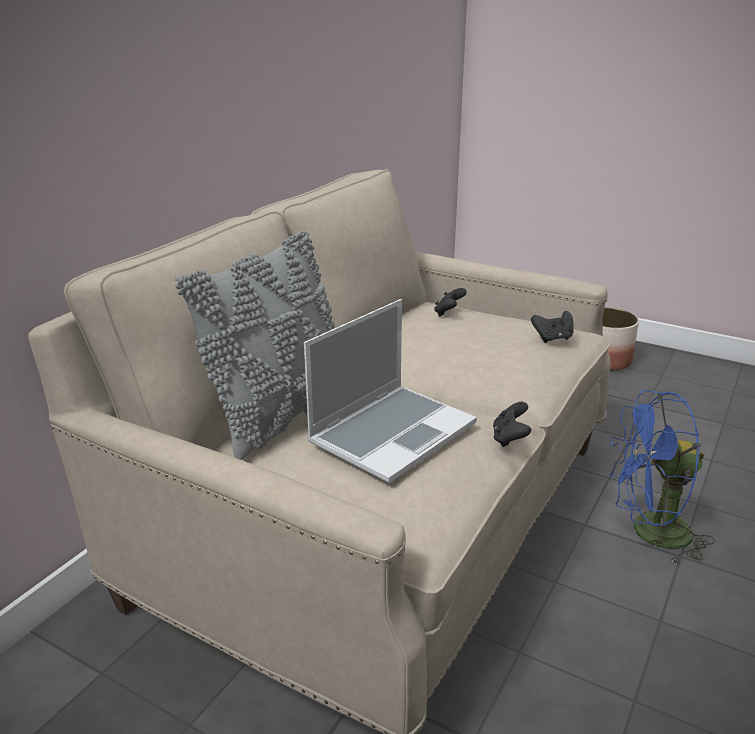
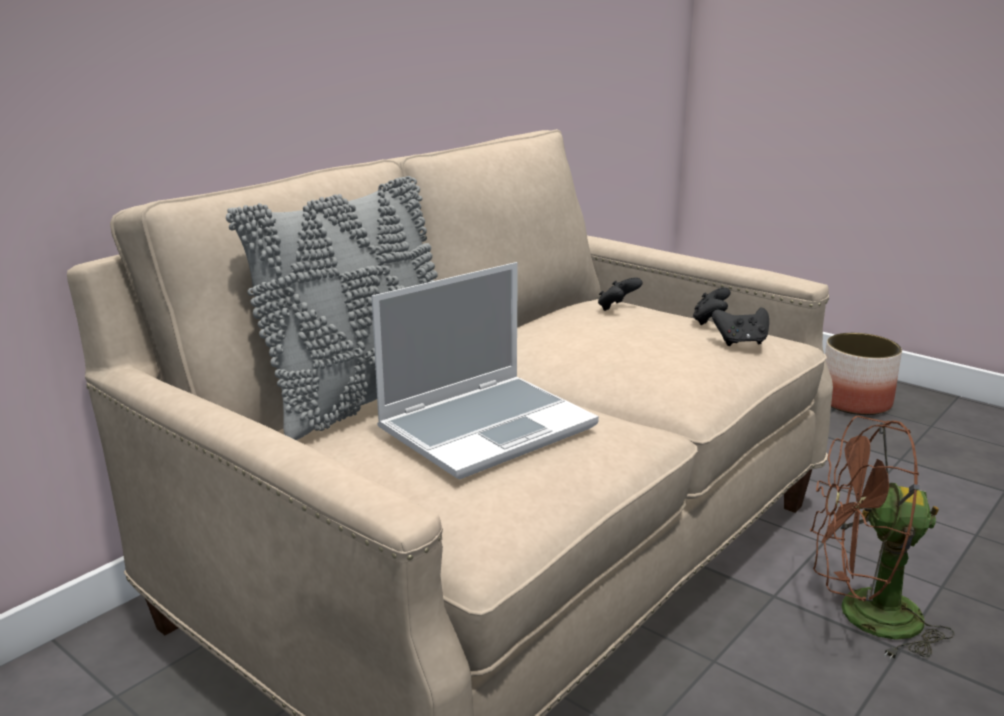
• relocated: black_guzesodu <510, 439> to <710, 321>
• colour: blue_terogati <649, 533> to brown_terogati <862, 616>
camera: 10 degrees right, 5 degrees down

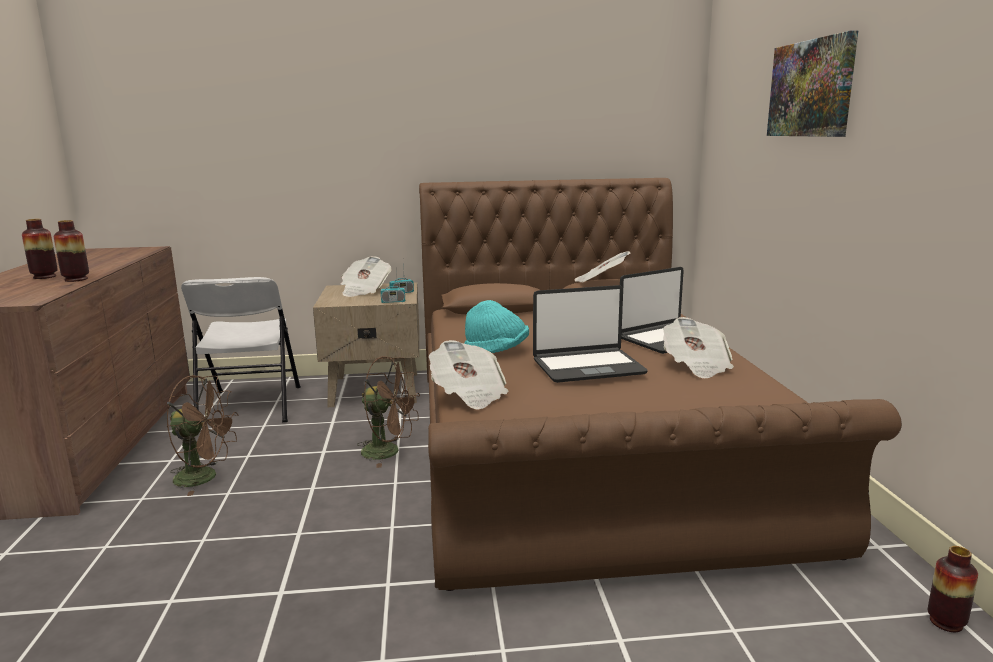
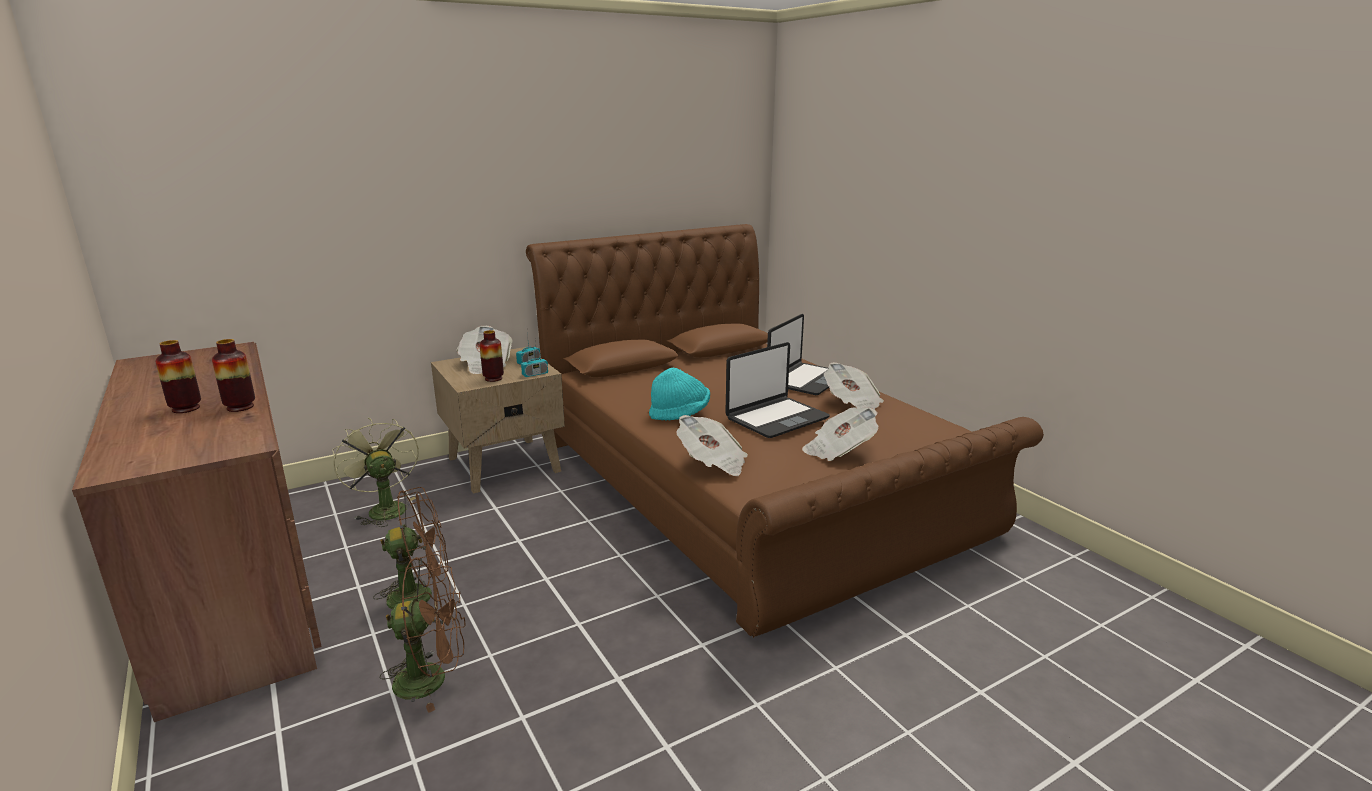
• missing: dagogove <811, 89>
• relocated: brown_terogati <389, 452> to <432, 679>
• relocated: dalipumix <600, 282> to <838, 451>
• relocated: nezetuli <946, 622> to <493, 378>
• exchanged: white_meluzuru <250, 406> to green_terogati <383, 508>
camera: 25 degrees left, 5 degrees up

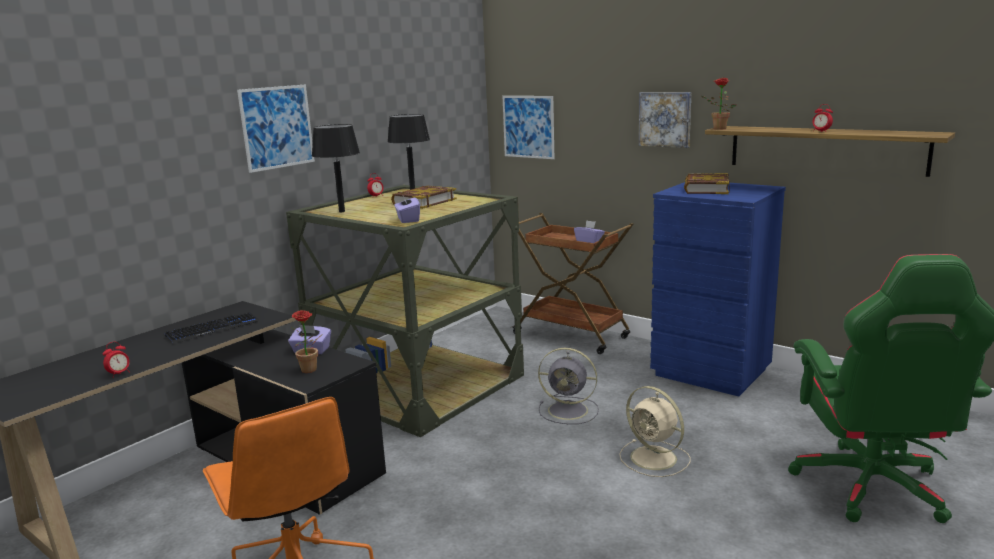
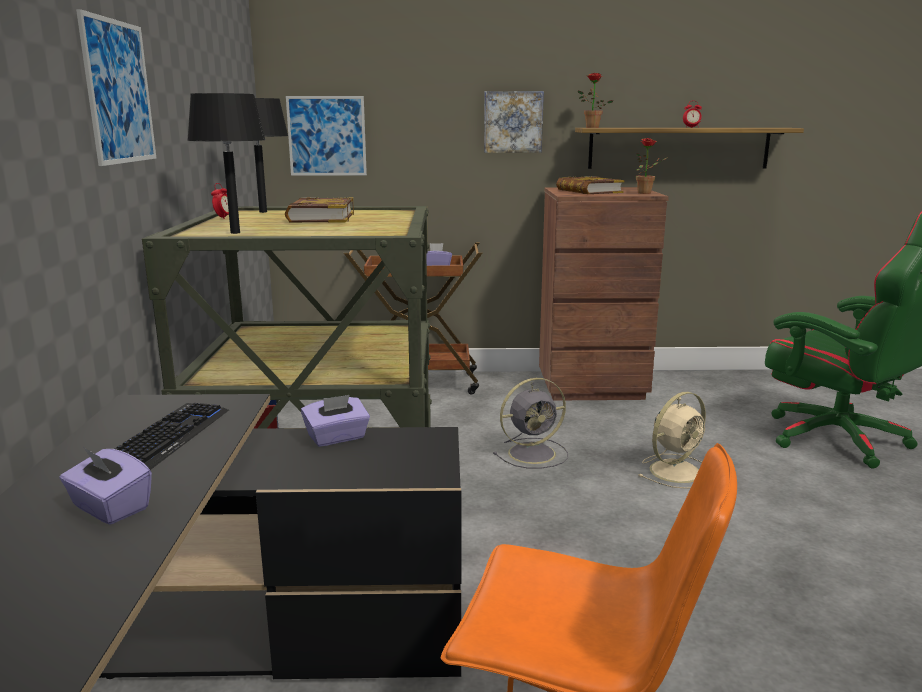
• missing: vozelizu <119, 374>
• relocated: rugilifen <310, 371> to <647, 193>
• relocated: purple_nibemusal <408, 220> to <109, 508>
• colour: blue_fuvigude <712, 372> to brown_fuvigude <592, 385>
• spun: beige_terogati <655, 459> = <676, 471> 45 degrees counterclockwise
camera: 40 degrees left, 0 degrees up

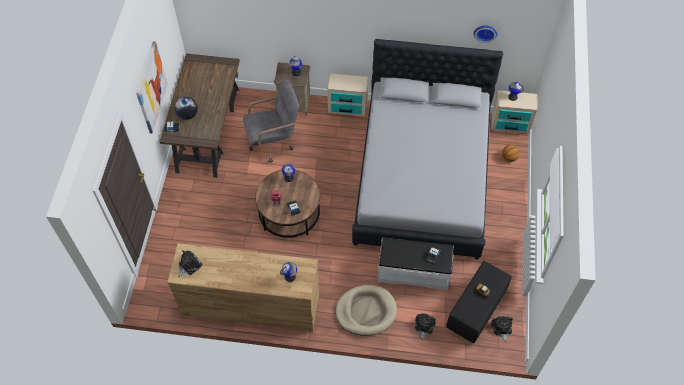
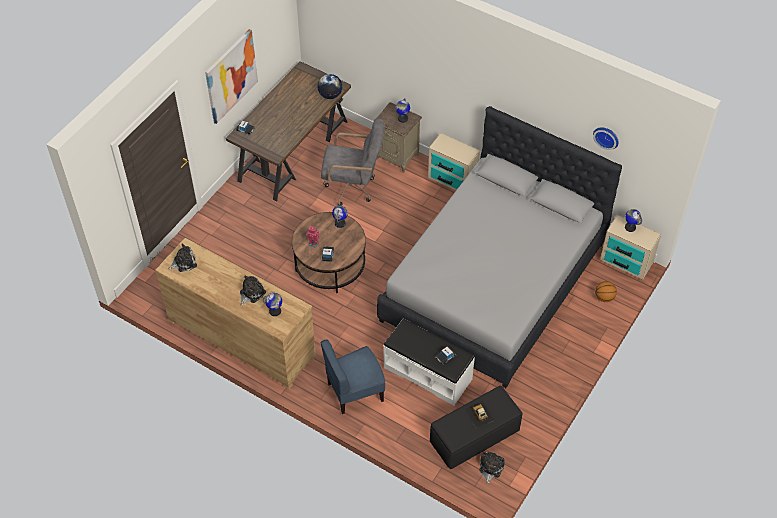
• relocated: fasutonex <187, 115> to <330, 95>
• relocated: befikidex <424, 326> to <251, 293>
• exchanged: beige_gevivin <366, 311> to blue_meluzuru <355, 391>
camera: 25 degrees right, 5 degrees down

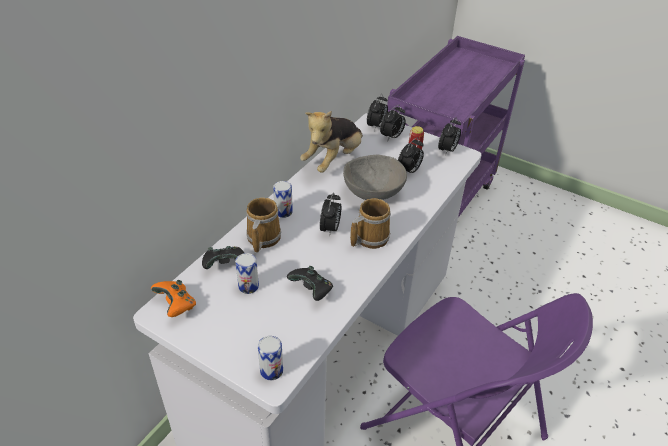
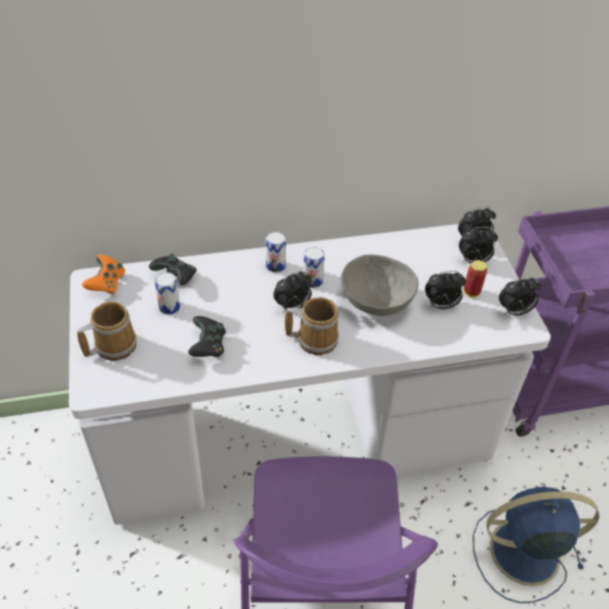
• missing: befikidex <333, 160>
• appeared: blue_terogati <521, 552>
• relocated: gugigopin <262, 238> to <112, 345>
• relocated: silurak <271, 370> to <312, 281>
camera: 45 degrees right, 5 degrees up

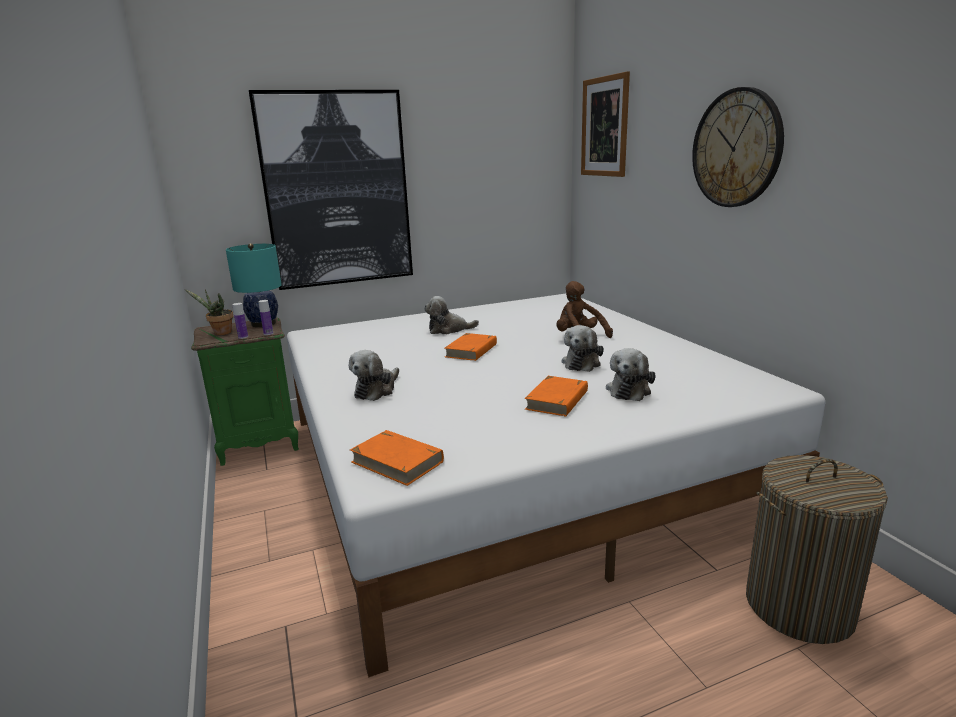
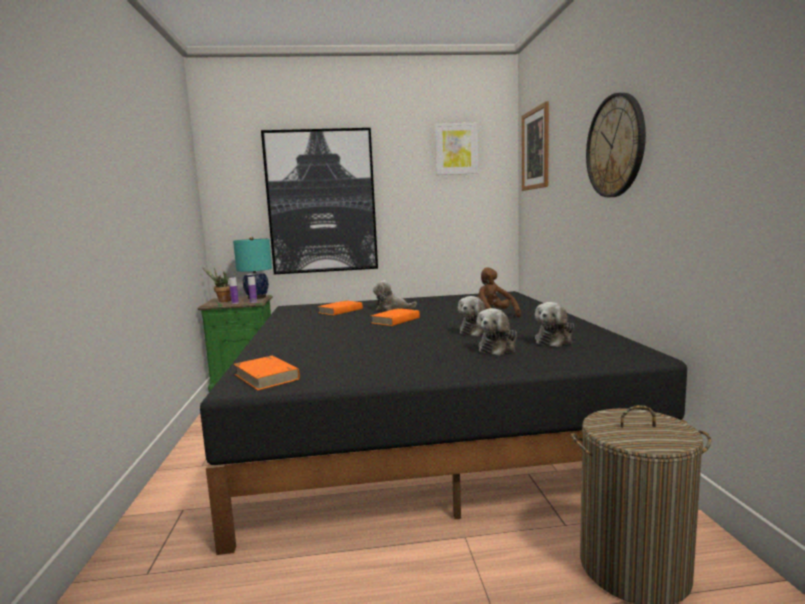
• appeared: dagogove <456, 149>
• relocated: befikidex <376, 390> to <555, 340>
• relocated: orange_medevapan <557, 400> to <340, 311>
• colour: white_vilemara <508, 465> to black_vilemara <423, 423>
camera: 15 degrees right, 10 degrees down

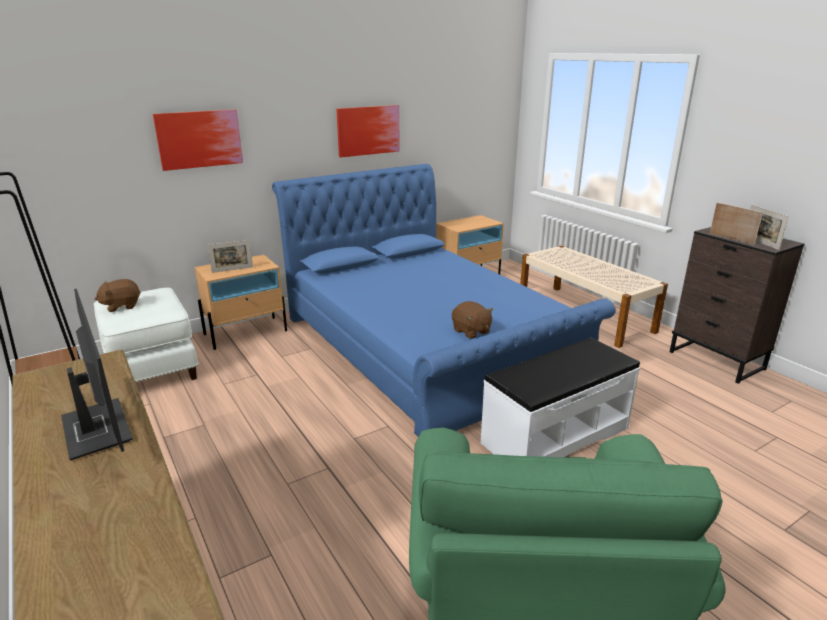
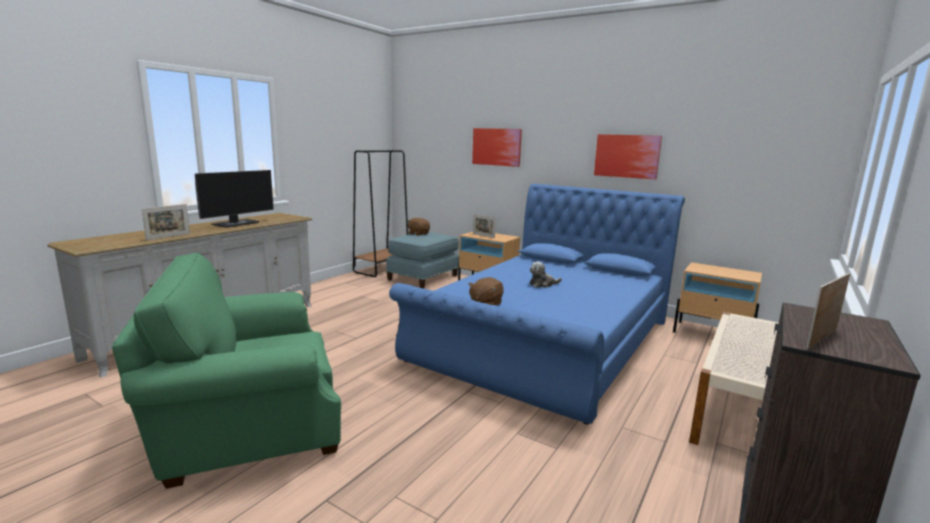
• missing: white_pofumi <554, 435>
• appeared: befikidex <543, 284>
• relocated: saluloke <731, 239> to <168, 237>
• colour: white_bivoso <152, 367> to blue_bivoso <424, 278>
camera: 65 degrees right, 10 degrees down

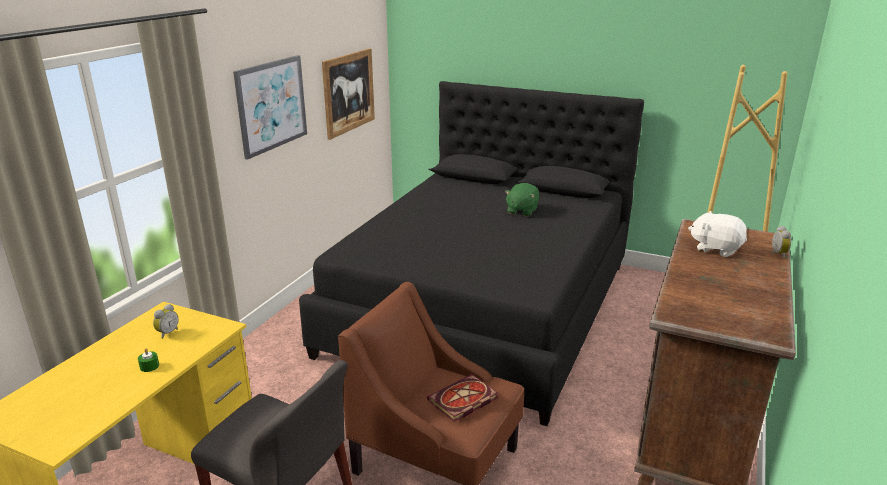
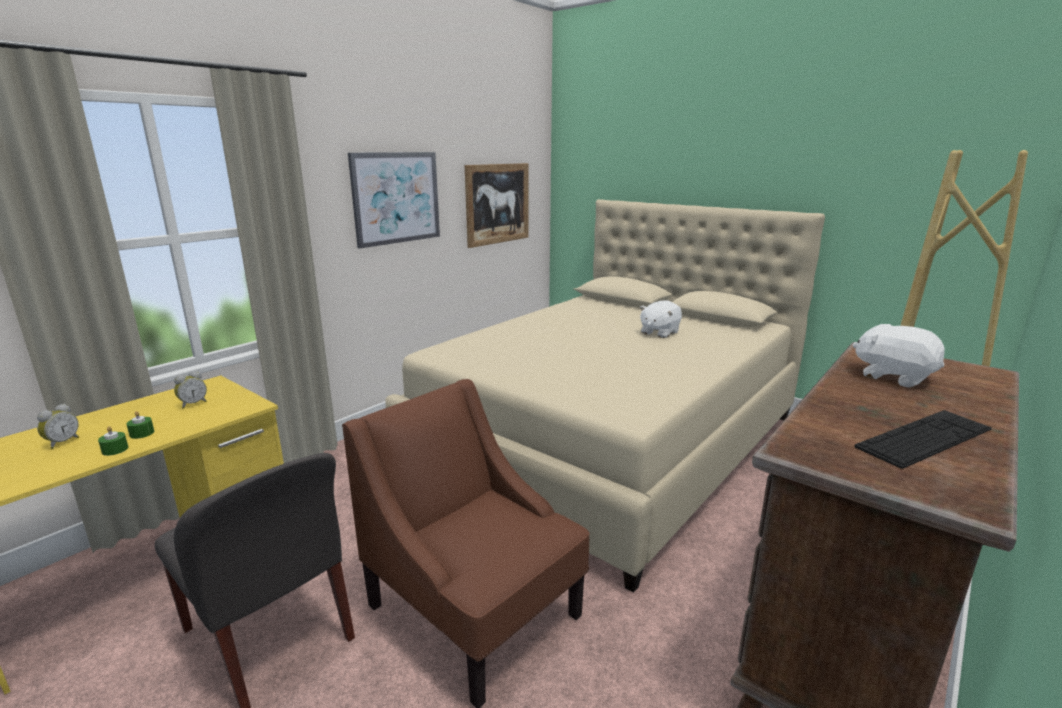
• missing: medevapan <462, 401>
• appeared: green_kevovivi <115, 450>
• appeared: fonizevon <924, 438>
• relocated: vozelizu <777, 254> to <62, 442>
• colour: black_vilemara <483, 307> to beige_vilemara <608, 440>
• colour: green_befikidex <521, 211> to white_befikidex <659, 332>
camera: 15 degrees right, 5 degrees down

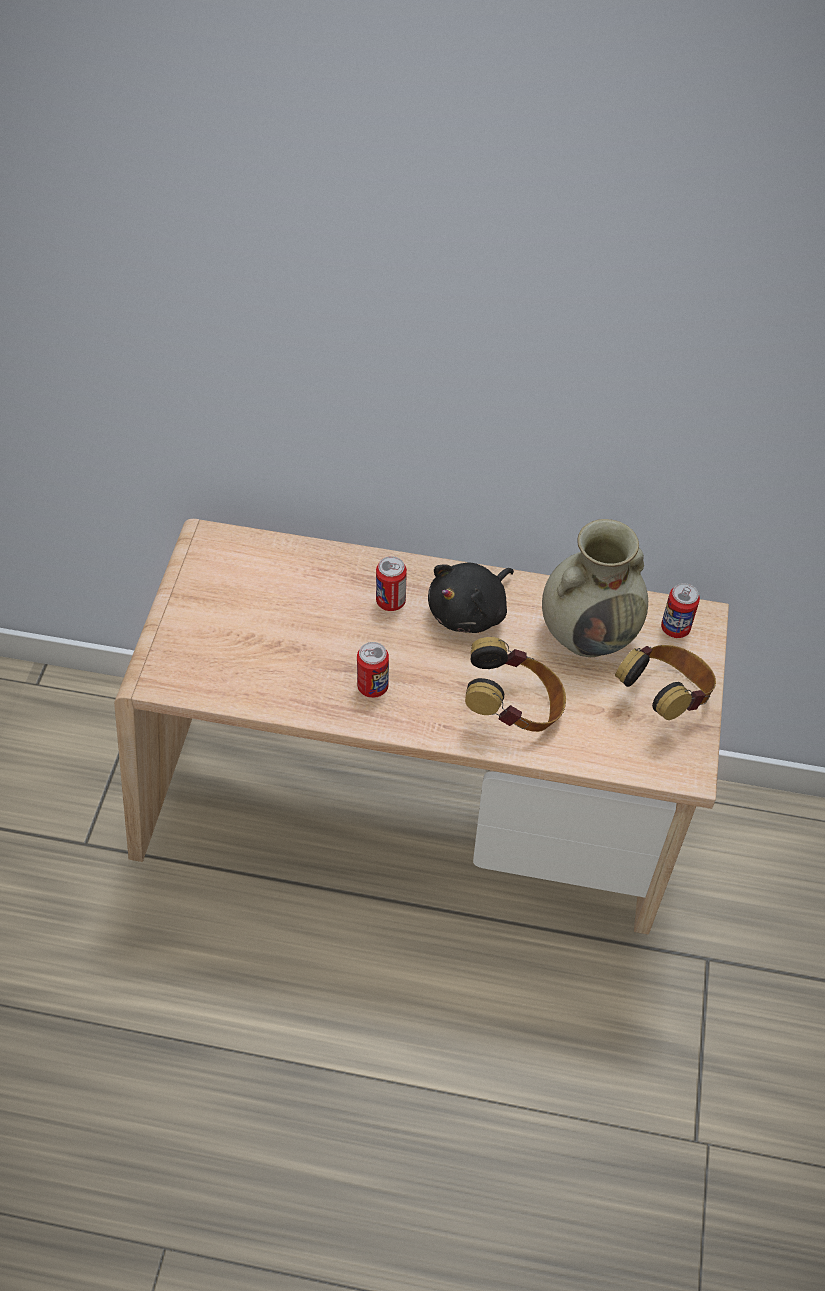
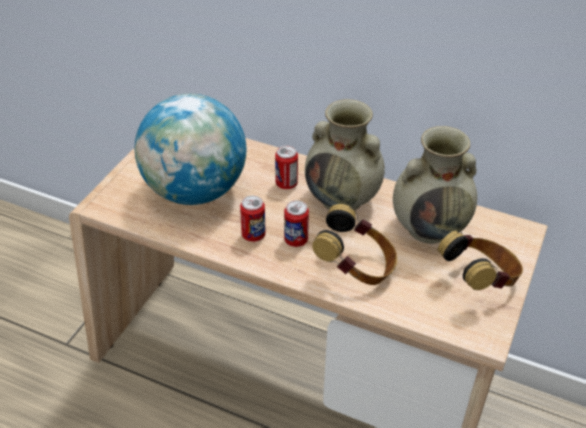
• appeared: fasutonex <195, 191>
• relocated: silurak <675, 628> to <296, 240>
• exchanged: black_befikidex <470, 612> to beige_nezetuli <343, 199>
camera: 15 degrees right, 10 degrees down

